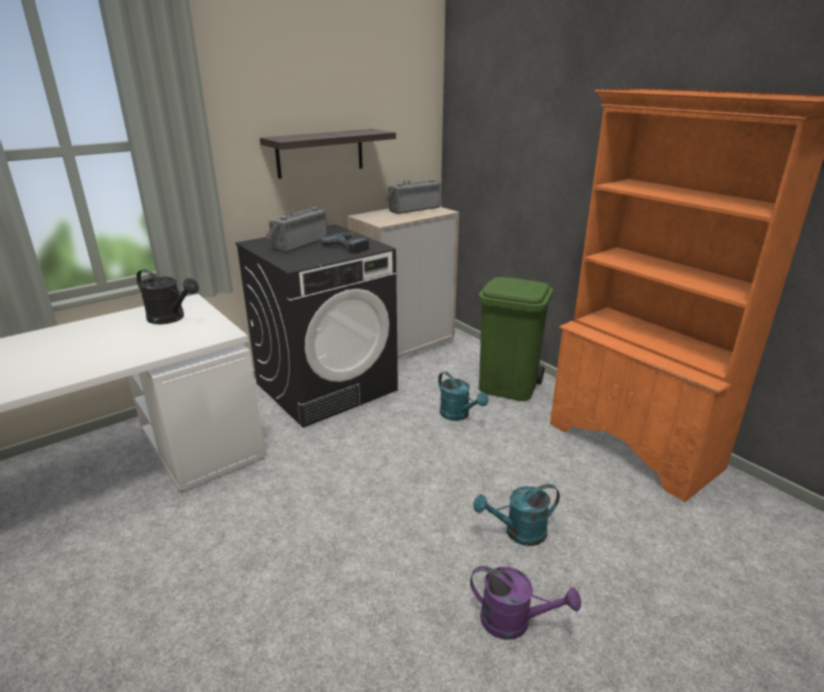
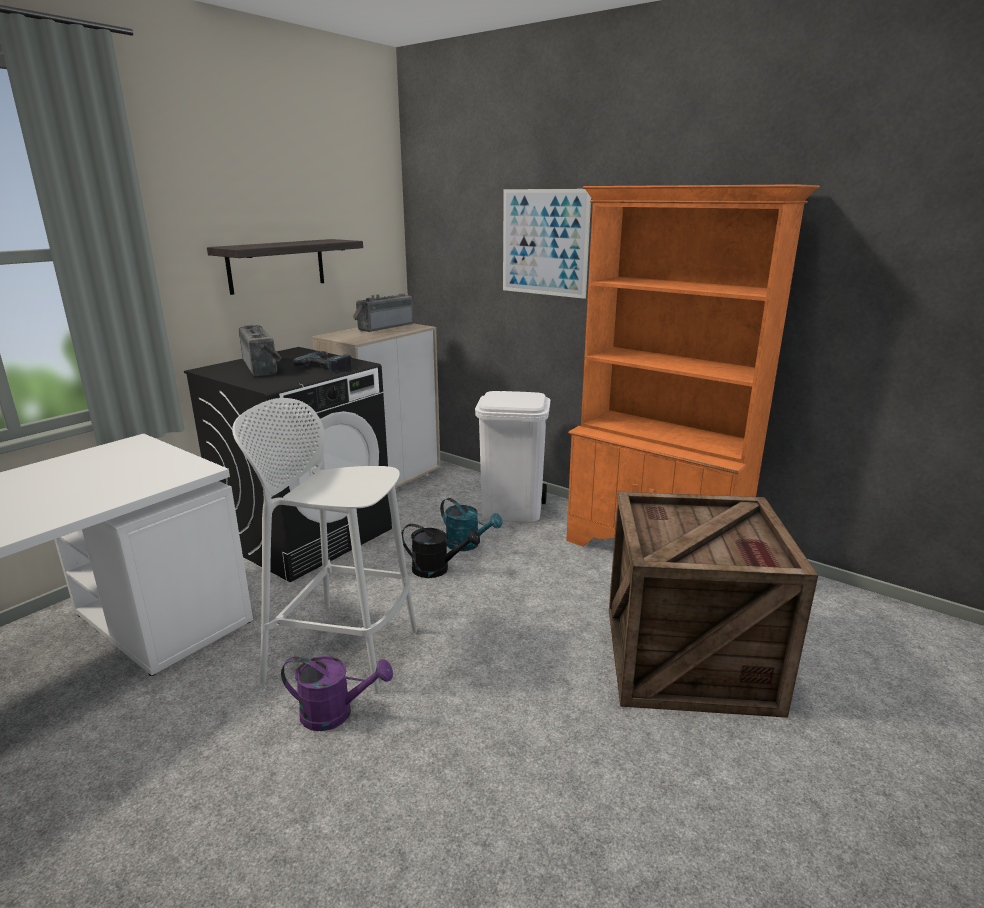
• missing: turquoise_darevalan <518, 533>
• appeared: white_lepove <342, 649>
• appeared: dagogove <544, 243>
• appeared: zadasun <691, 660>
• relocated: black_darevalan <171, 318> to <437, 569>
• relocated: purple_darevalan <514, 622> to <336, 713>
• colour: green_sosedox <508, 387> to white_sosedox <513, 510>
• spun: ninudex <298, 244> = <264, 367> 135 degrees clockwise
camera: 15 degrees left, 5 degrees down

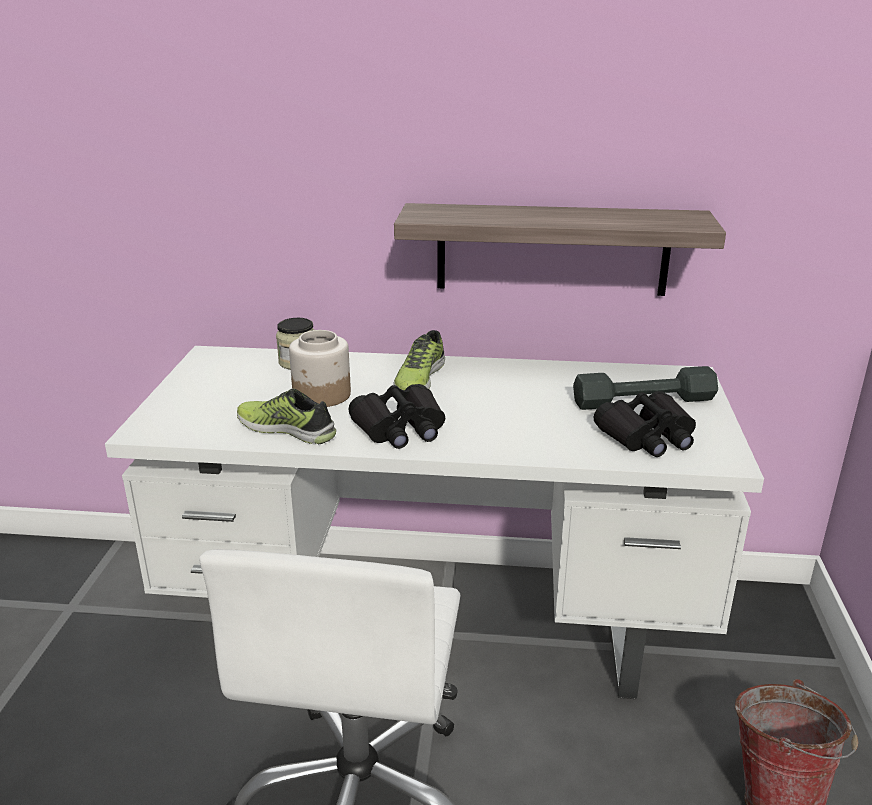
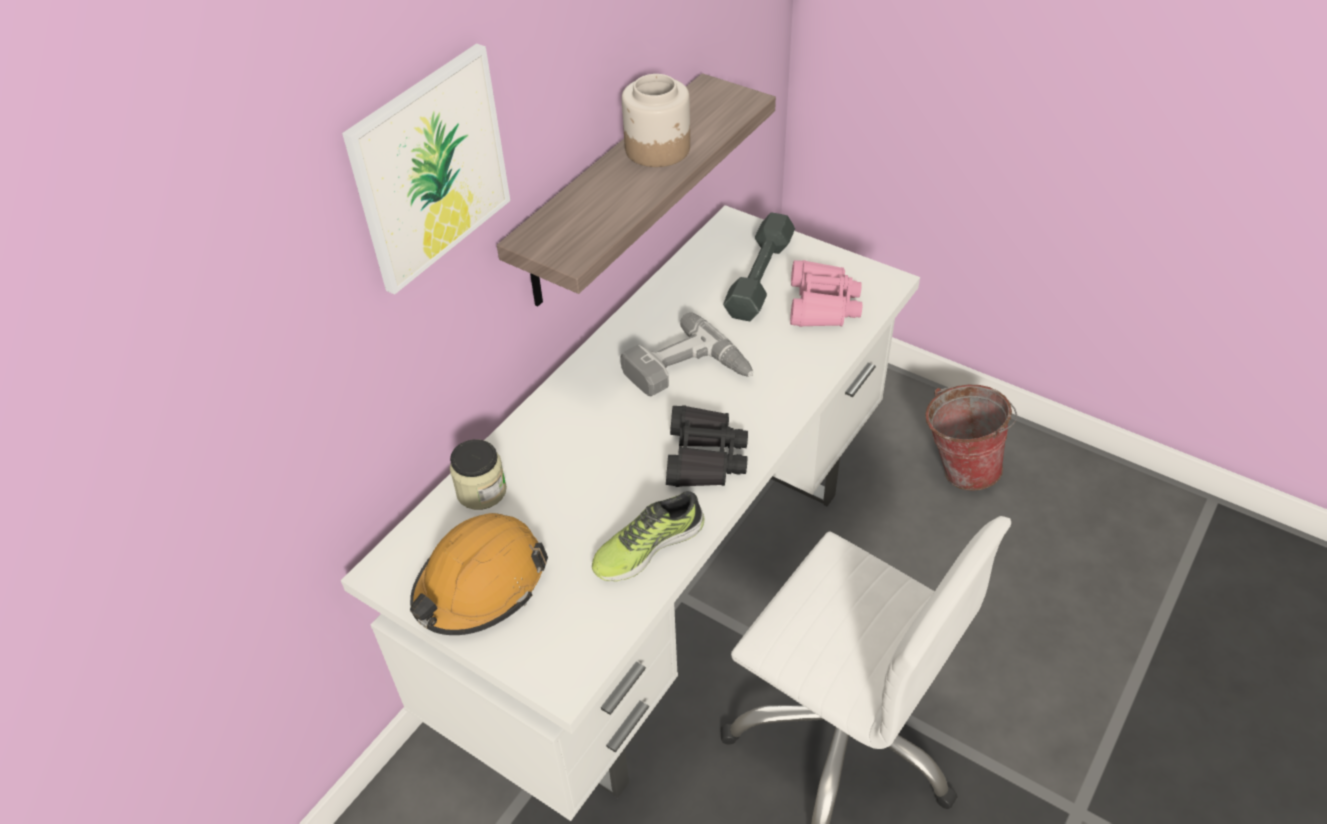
• missing: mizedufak <419, 378>
• appeared: dagogove <430, 168>
• appeared: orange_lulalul <480, 585>
• appeared: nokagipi <687, 373>
• relocated: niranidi <322, 395> to <658, 149>
• colour: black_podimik <647, 436> to pink_podimik <822, 305>
camera: 60 degrees left, 20 degrees up

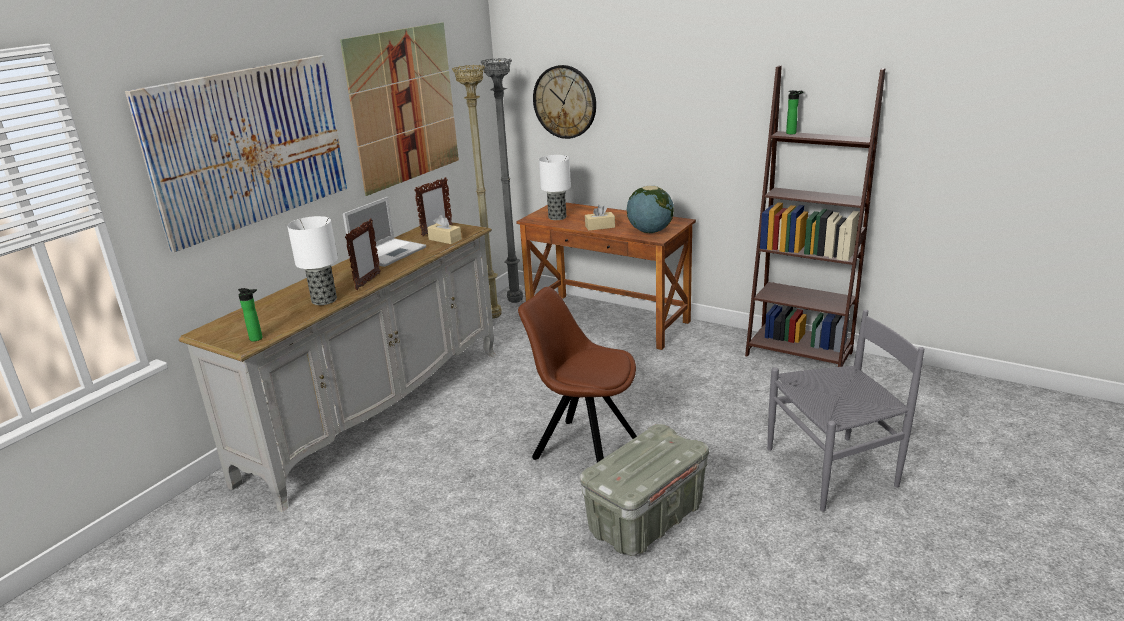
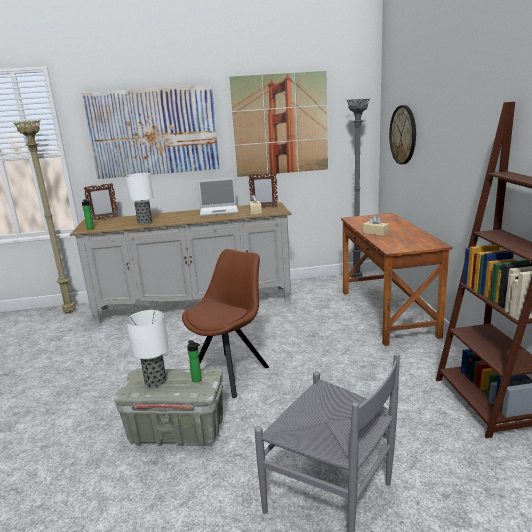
• missing: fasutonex <650, 231>
• relocated: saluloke <367, 282> to <104, 218>
• relocated: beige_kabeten <493, 318> to <69, 312>
• relocated: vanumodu <557, 217> to <154, 381>
• relocated: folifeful <792, 133> to <197, 380>
• spun: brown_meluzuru <584, 448> = <230, 373> 45 degrees clockwise
camera: 50 degrees right, 5 degrees down

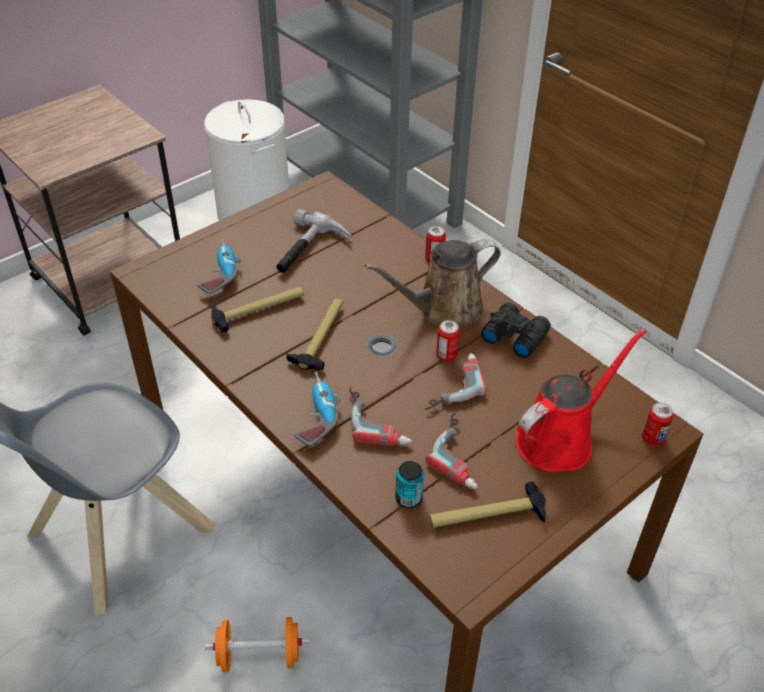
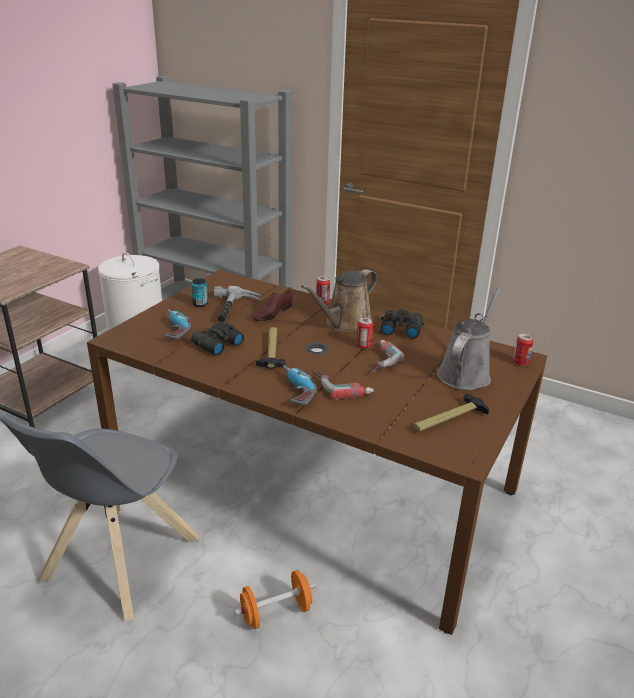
• missing: nokagipi <463, 455>
• appeared: brown_mizedufak <272, 313>
• relocated: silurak <408, 498> to <200, 304>
• exchanged: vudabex <258, 310> to black_podimik <216, 344>
• colour: red_darevalan <560, 439> to grey_darevalan <466, 373>
camera: 20 degrees left, 15 degrees down

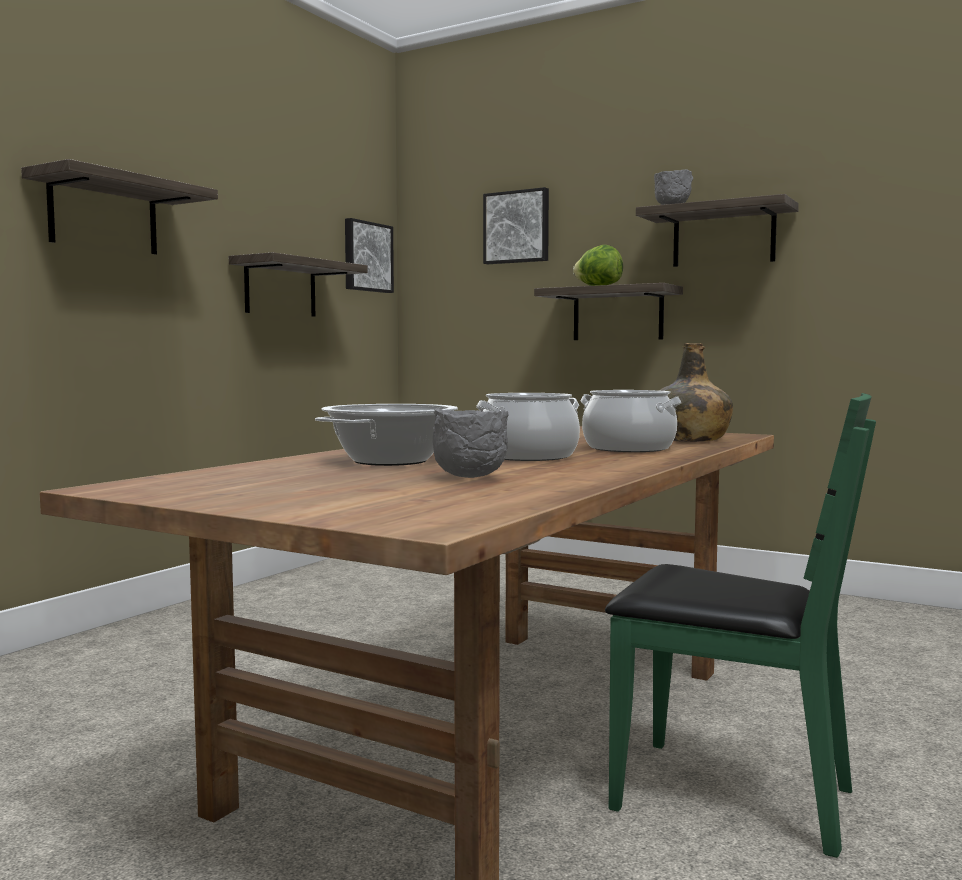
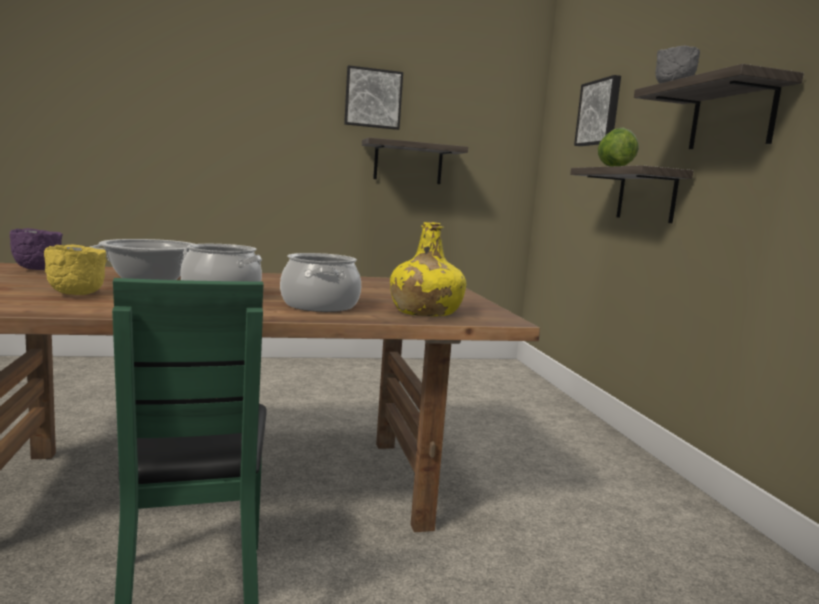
• missing: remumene <104, 215>
• appeared: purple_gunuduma <36, 270>
• relocated: dagogove <366, 257> to <373, 98>
• colour: grey_gunuduma <469, 478> to yellow_gunuduma <75, 295>
• colour: green_folifeful <689, 439> to yellow_folifeful <424, 312>
camera: 45 degrees right, 5 degrees up

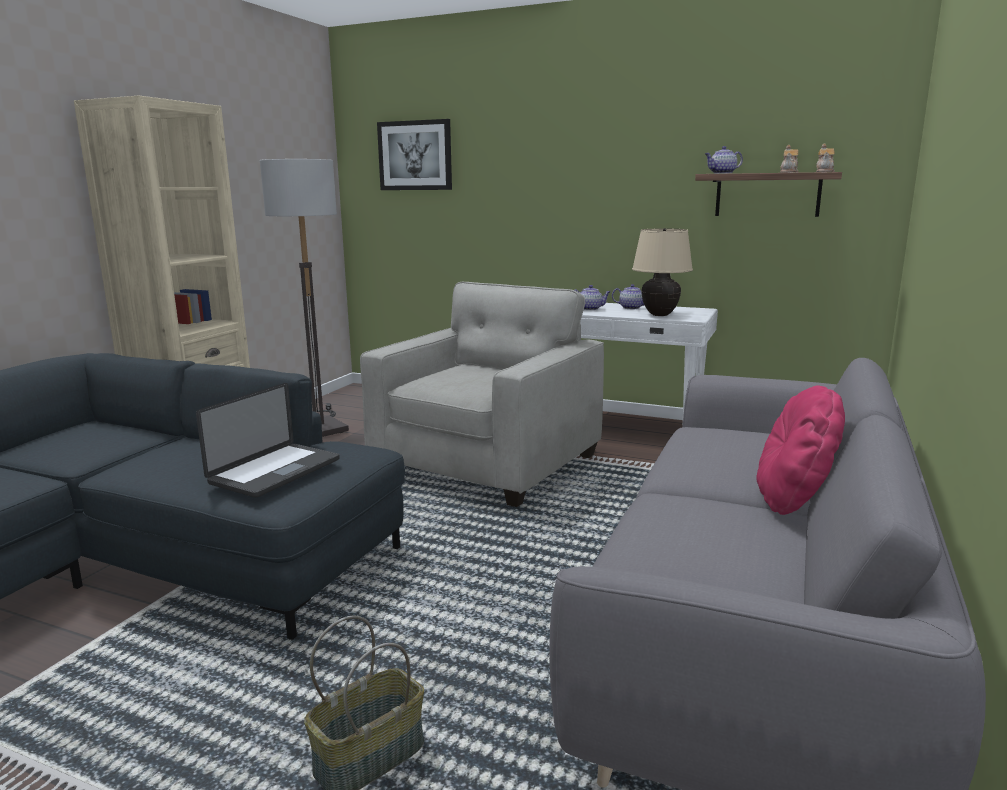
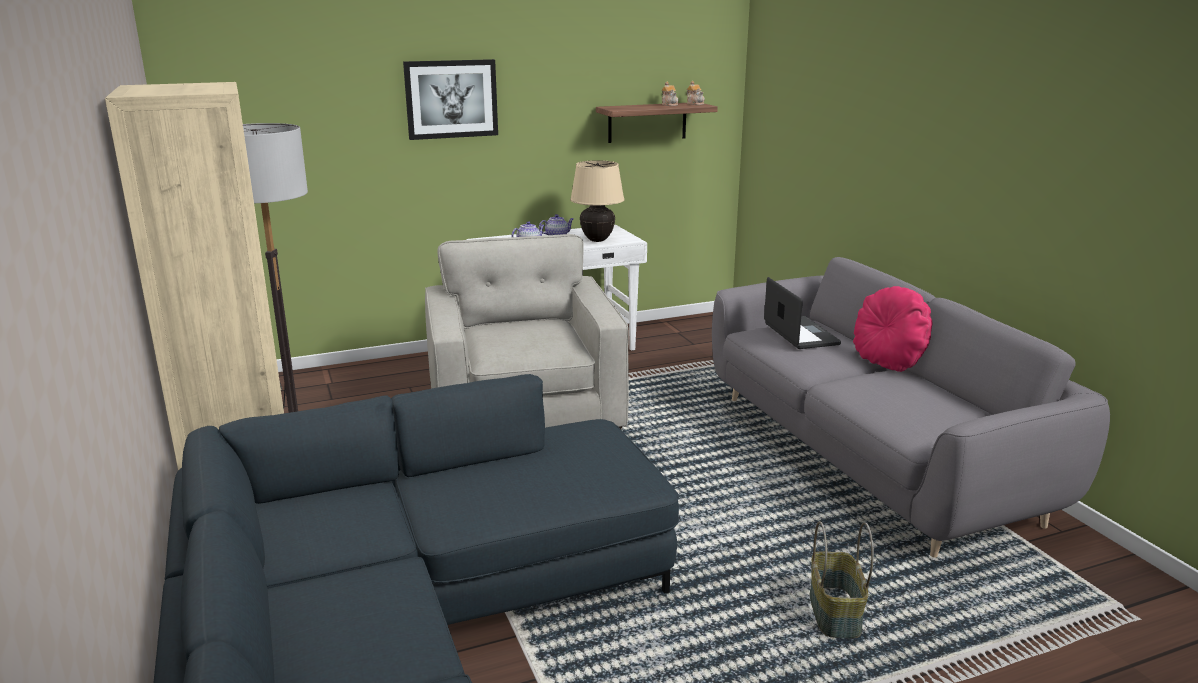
• missing: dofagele <722, 173>
• relocated: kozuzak <275, 471> to <800, 334>
• relocated: dagogove <415, 155> to <451, 99>
camera: 45 degrees left, 5 degrees up

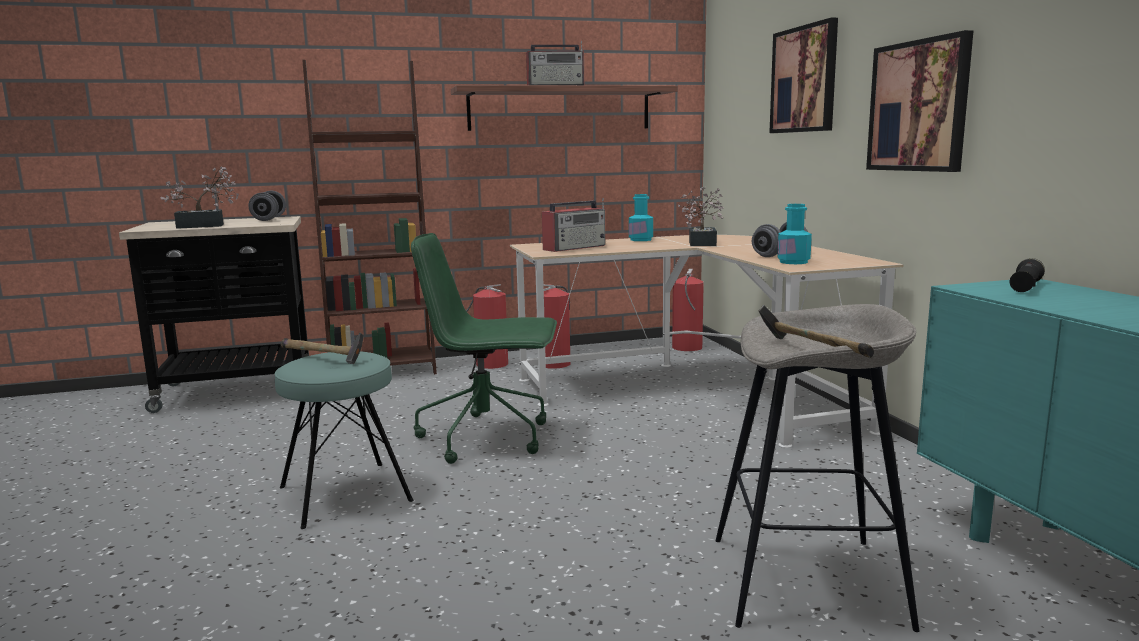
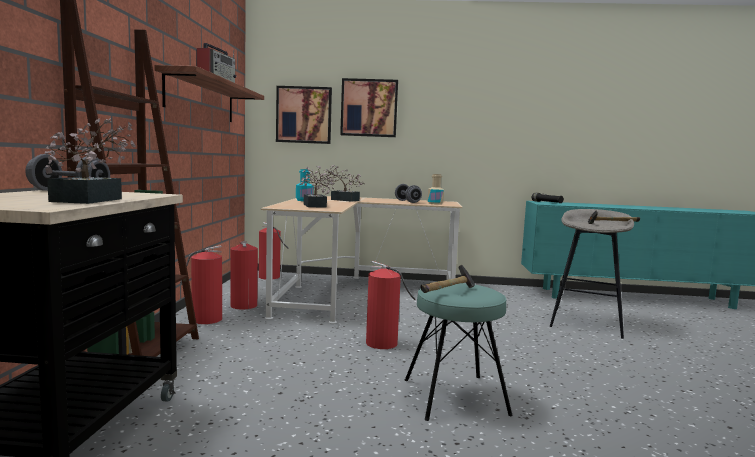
• relocated: dagogove <918, 106> to <304, 115>
• exchanged: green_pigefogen <491, 438> to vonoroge <383, 343>
• exchanged: ninudex <575, 247> to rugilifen <315, 206>
• colour: turquoise_folifeful <793, 262> to beige_folifeful <435, 203>
camera: 70 degrees left, 5 degrees down

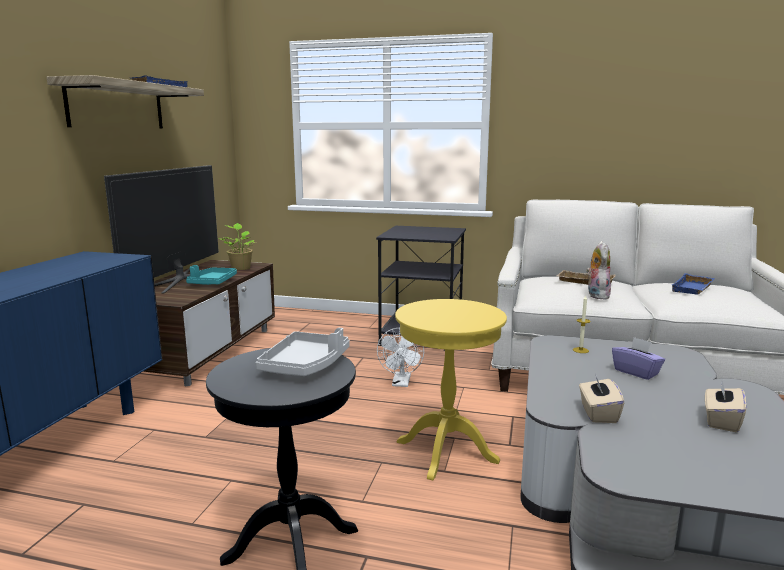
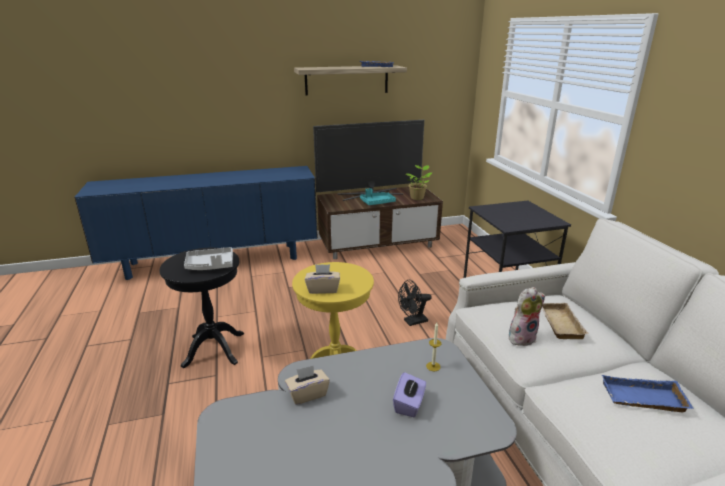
• relocated: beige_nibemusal <721, 421> to <323, 289>
• colour: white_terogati <401, 383> to black_terogati <412, 322>
camera: 60 degrees right, 10 degrees up

